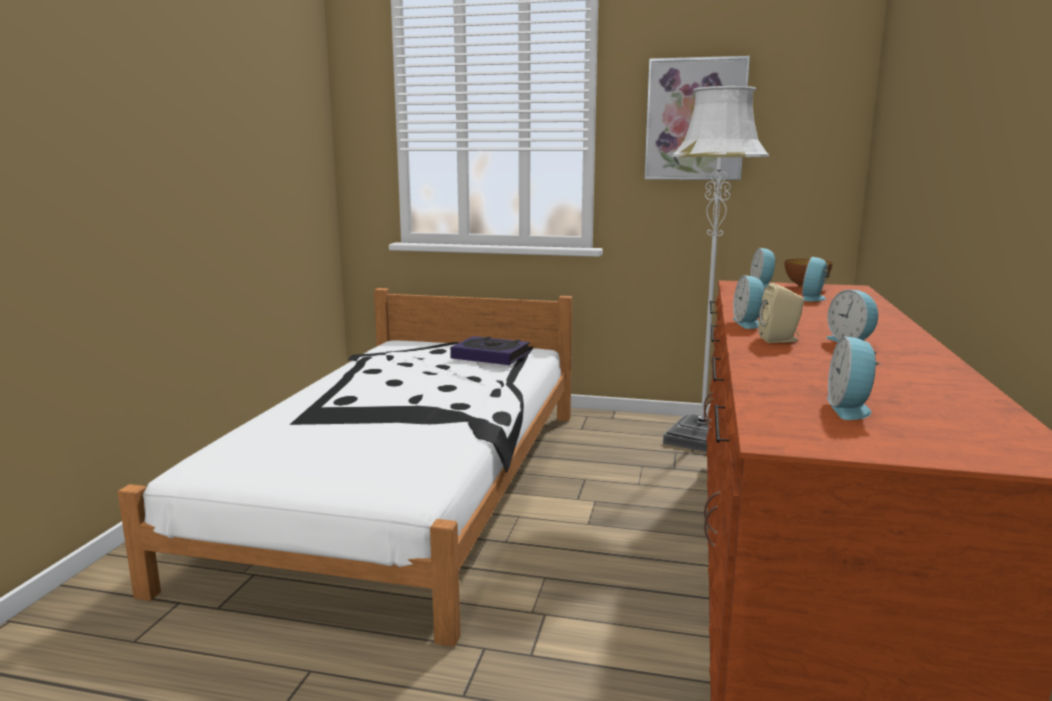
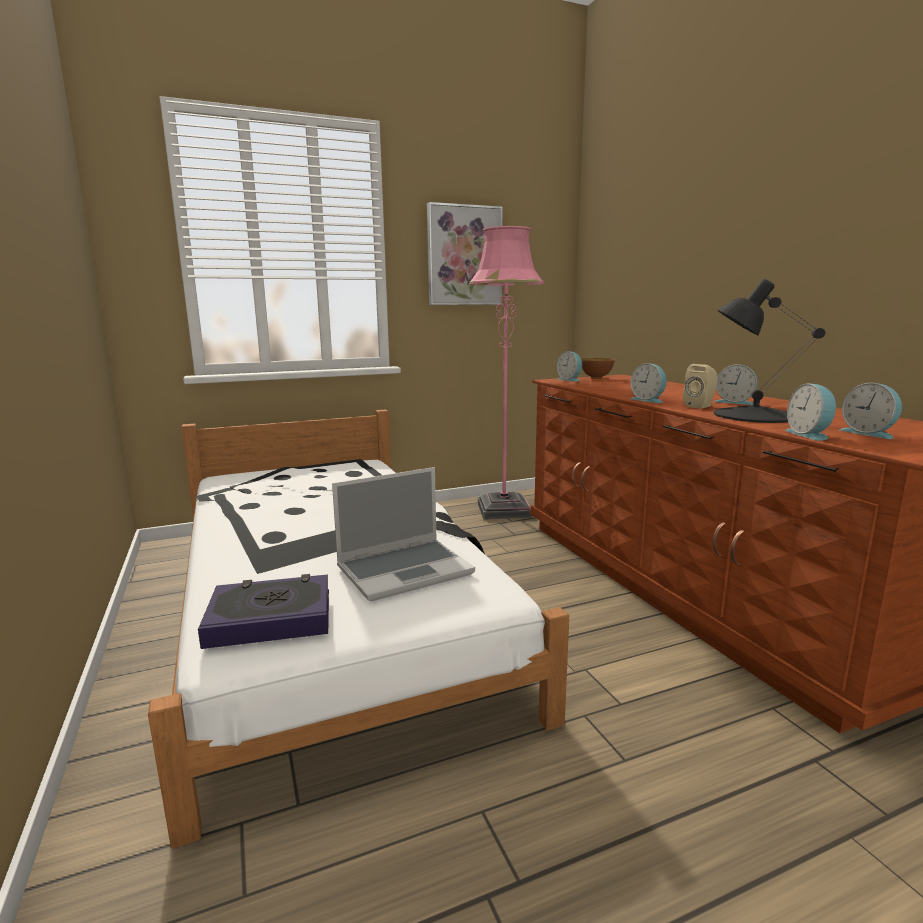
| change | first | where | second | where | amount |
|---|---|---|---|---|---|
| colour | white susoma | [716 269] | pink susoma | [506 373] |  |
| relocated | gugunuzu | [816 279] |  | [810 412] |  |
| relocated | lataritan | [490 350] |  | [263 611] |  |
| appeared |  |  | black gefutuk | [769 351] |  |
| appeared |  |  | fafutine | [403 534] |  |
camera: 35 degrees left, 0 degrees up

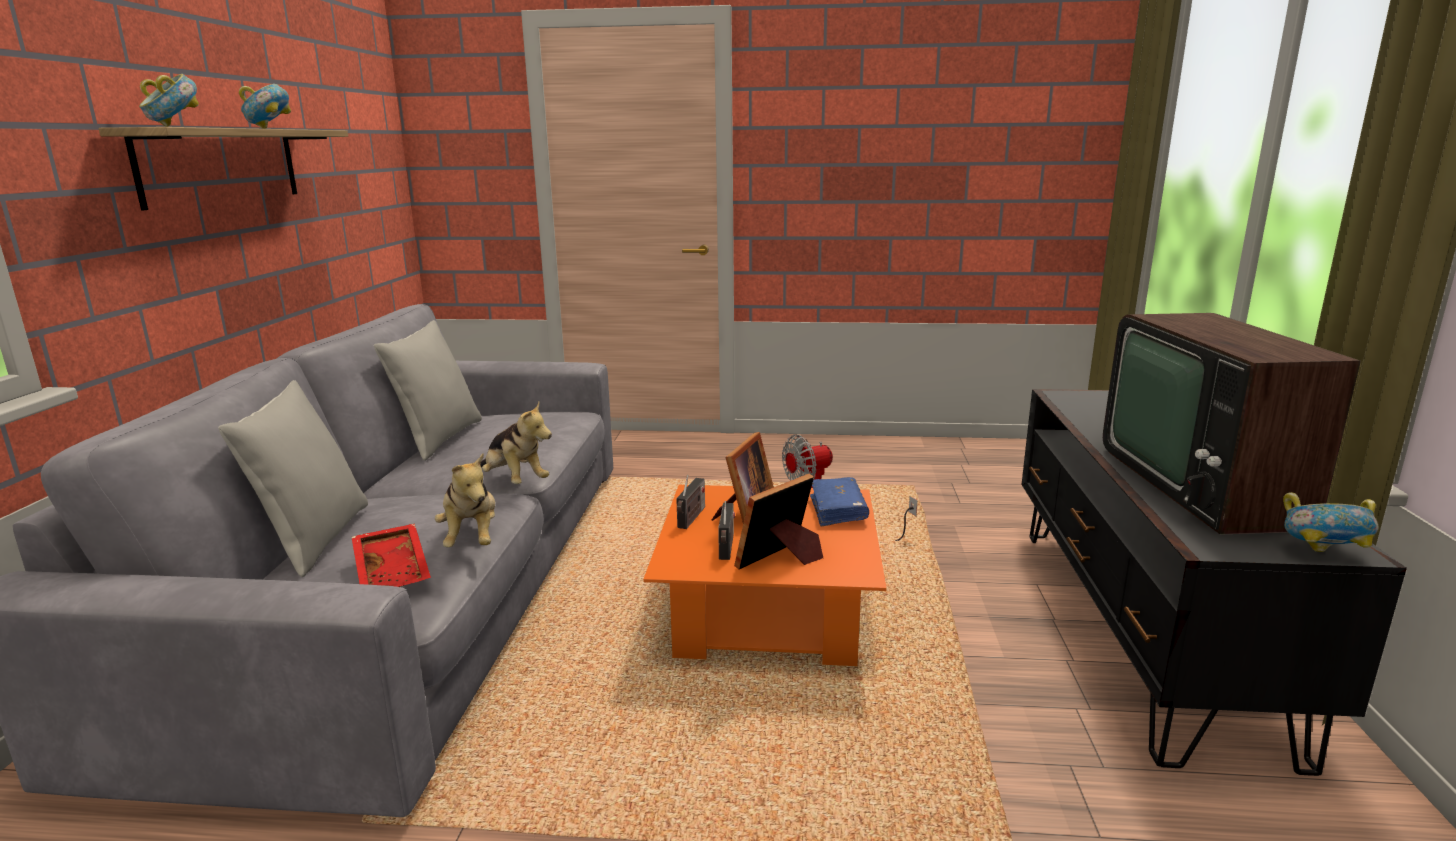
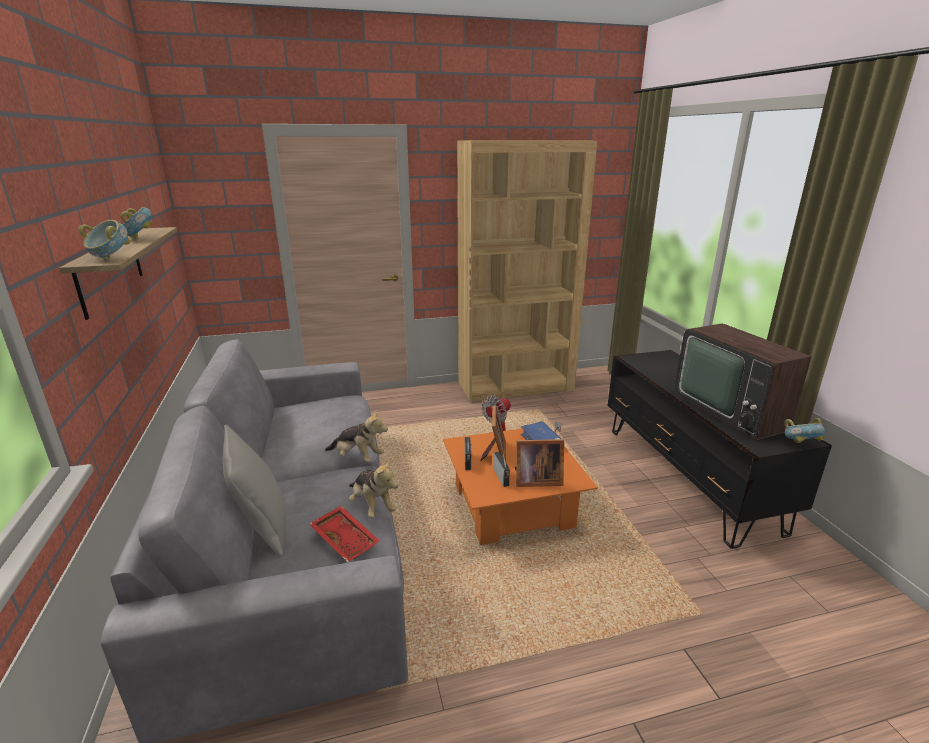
| change | first | where | second | where | amount |
|---|---|---|---|---|---|
| missing | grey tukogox | [428 390] |  |  |  |
| spun | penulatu | [778 522] |  | [539 463] | 120 degrees counterclockwise |
| appeared |  |  | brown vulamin | [527 271] |  |
camera: 20 degrees left, 5 degrees up

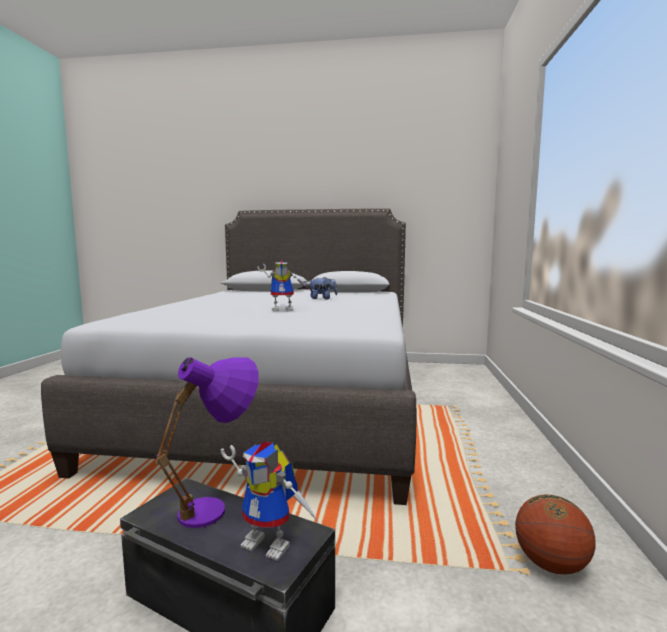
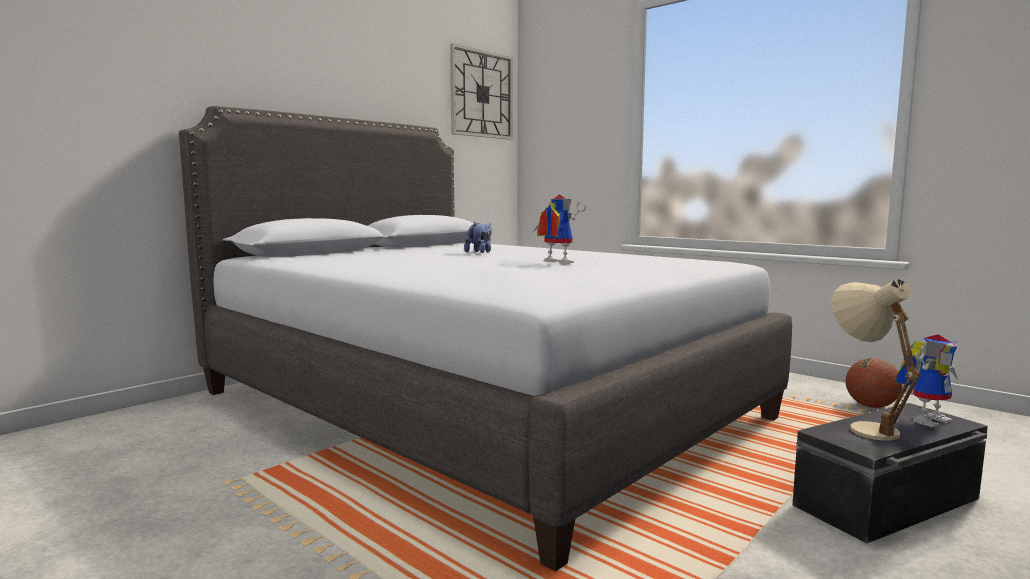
| change | first | where | second | where | amount |
|---|---|---|---|---|---|
| spun | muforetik | [283 286] |  | [558 229] | 75 degrees counterclockwise |
| colour | purple gefutuk | [206 442] | beige gefutuk | [876 360] |  |
| appeared |  |  | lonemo | [481 91] |  |
camera: 55 degrees left, 0 degrees up

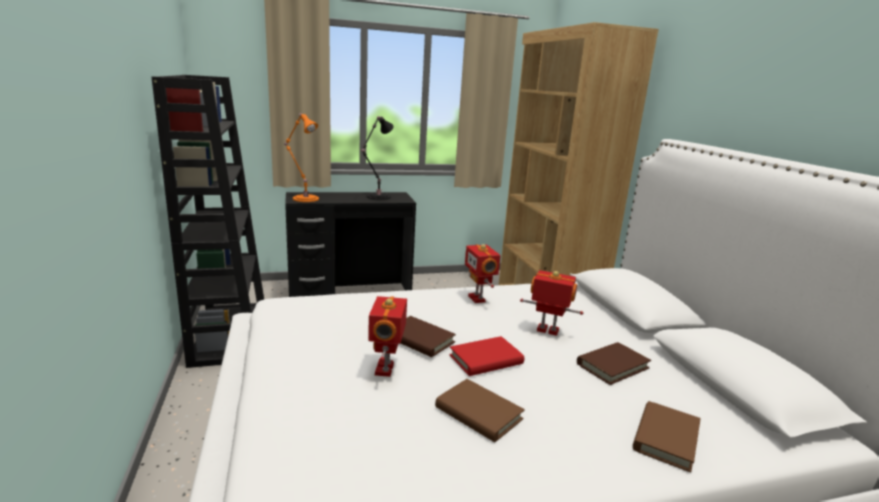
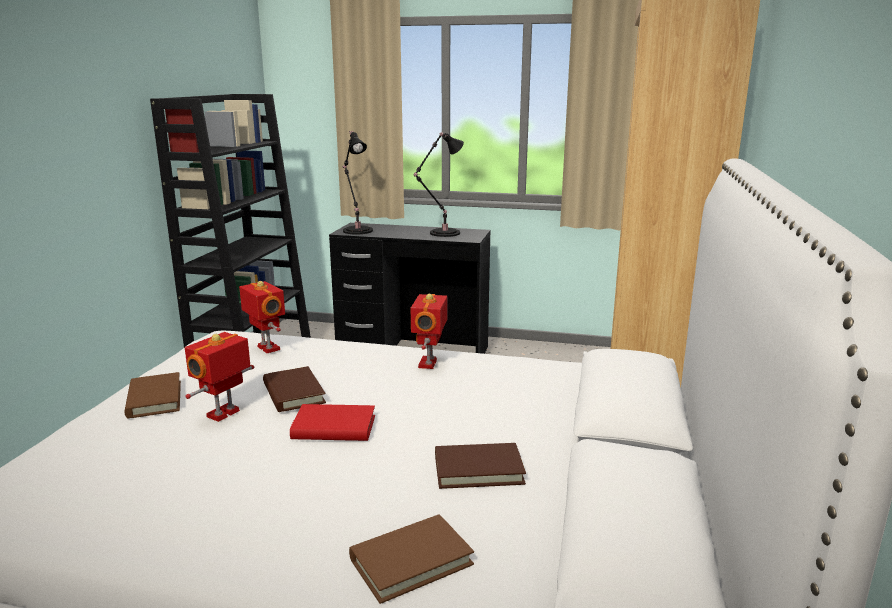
| change | first | where | second | where | amount |
|---|---|---|---|---|---|
| colour | orange gefutuk | [301 157] | black gefutuk | [357 182] |  |
| relocated | muforetik | [551 303] |  | [262 317] |  |
| relocated | brown lataritan | [480 410] |  | [152 395] |  |
camera: 30 degrees right, 0 degrees up

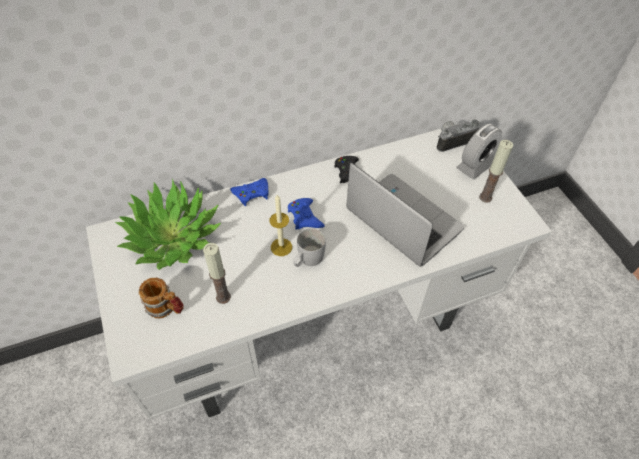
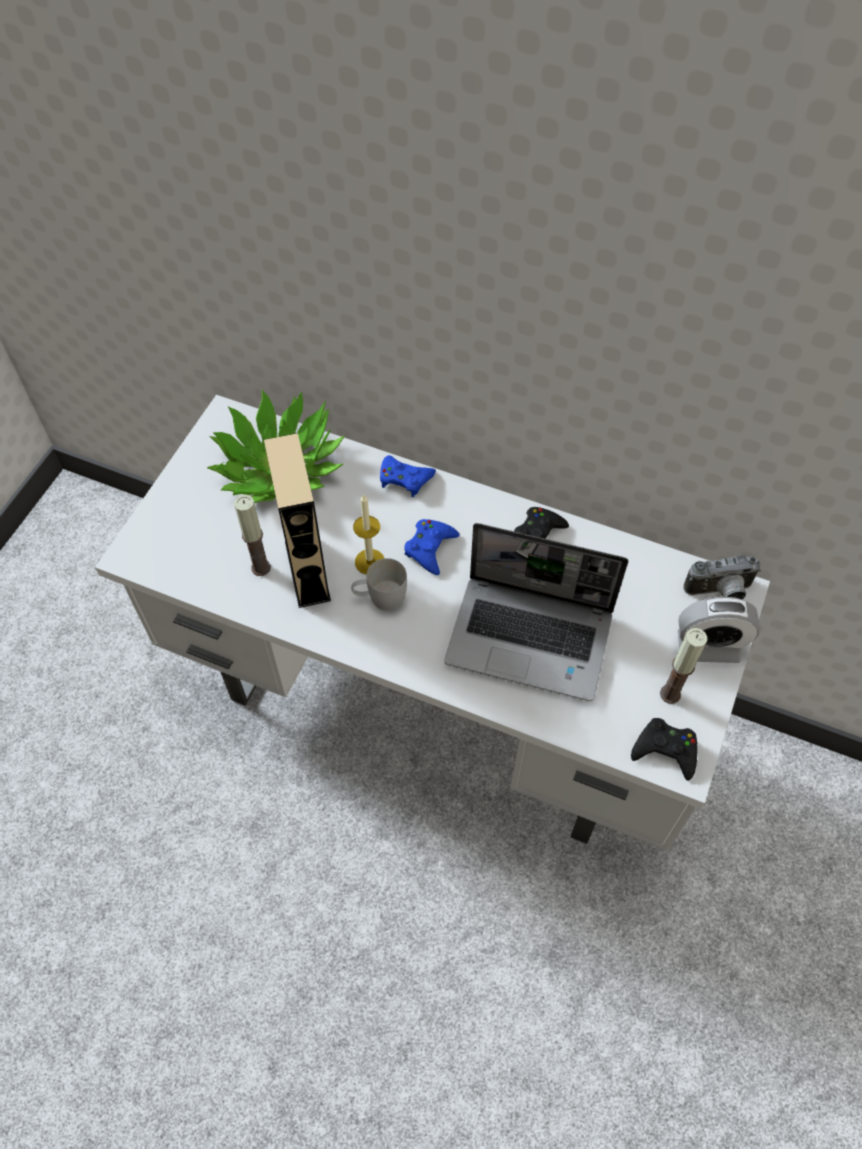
| change | first | where | second | where | amount |
|---|---|---|---|---|---|
| spun | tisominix | [458 136] |  | [722 577] | 150 degrees clockwise |
| spun | fafutine | [405 215] |  | [536 612] | 105 degrees clockwise |
| missing | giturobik | [161 298] |  |  |  |
| appeared |  |  | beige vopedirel | [297 520] |  |
| appeared |  |  | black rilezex | [664 749] |  |
camera: 45 degrees right, 5 degrees up

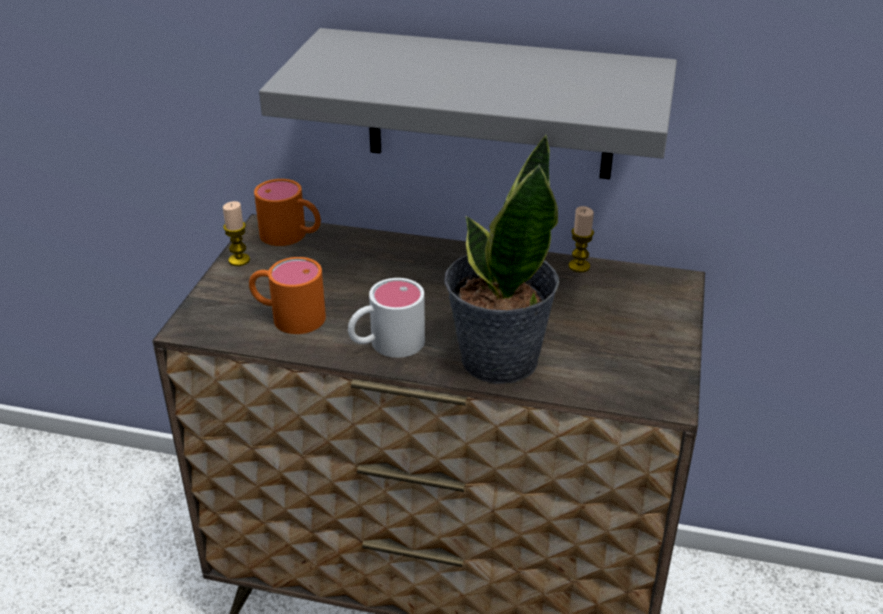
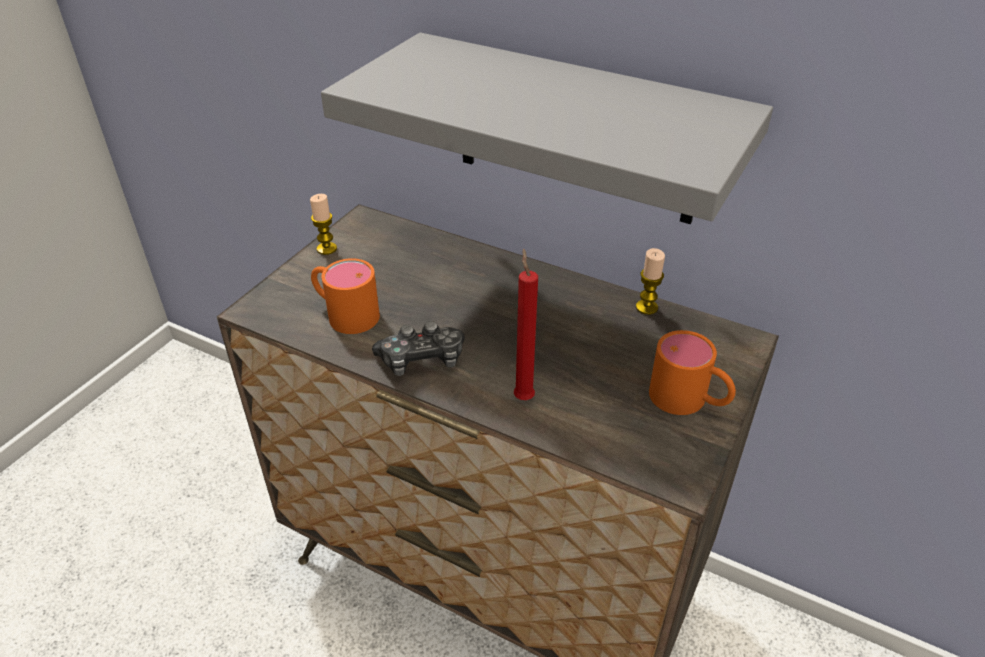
| change | first | where | second | where | amount |
|---|---|---|---|---|---|
| exchanged | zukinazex | [501 259] | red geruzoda | [526 324] |  |
| relocated | orange giturobik | [287 212] |  | [692 372] |  |
| exchanged | white giturobik | [386 318] | rilezex | [418 348] |  |
camera: 15 degrees right, 5 degrees up

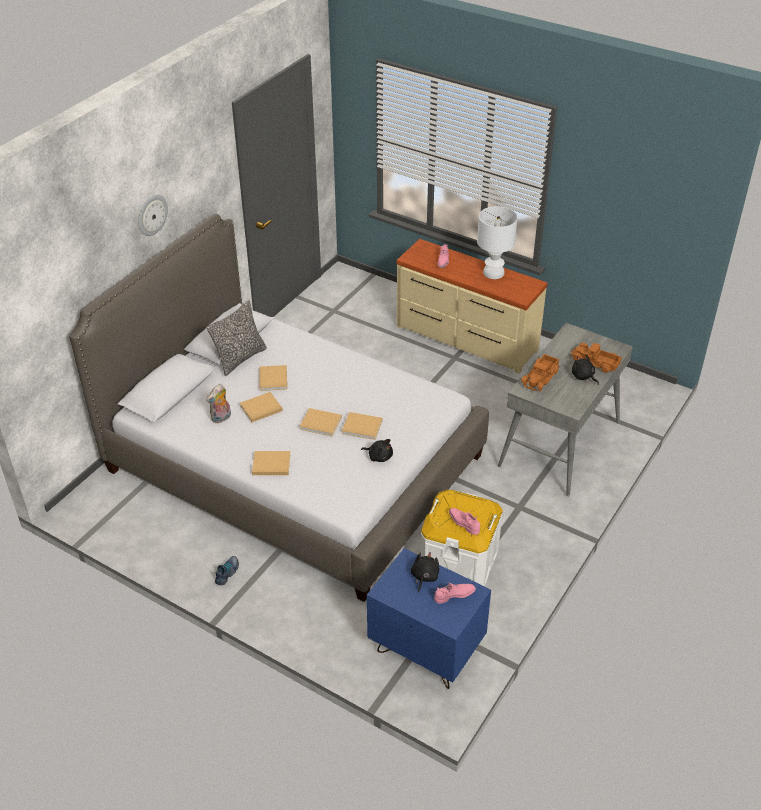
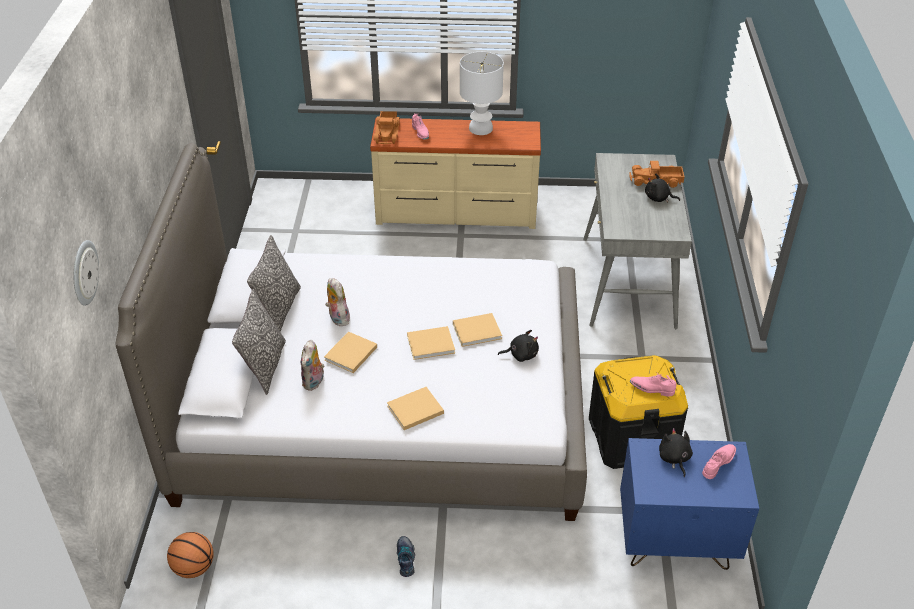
| change | first | where | second | where | amount |
|---|---|---|---|---|---|
| relocated | lonemo | [153 215] |  | [86 273] |  |
| relocated | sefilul | [540 372] |  | [387 127] |  |
| exchanged | beige lataritan | [273 378] | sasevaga | [337 302] |  |
| colour | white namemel | [461 538] | black namemel | [638 412] |  |
| appeared |  |  | tukogox | [259 342] |  |
| appeared |  |  | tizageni | [190 555] |  |
camera: 30 degrees left, 0 degrees up

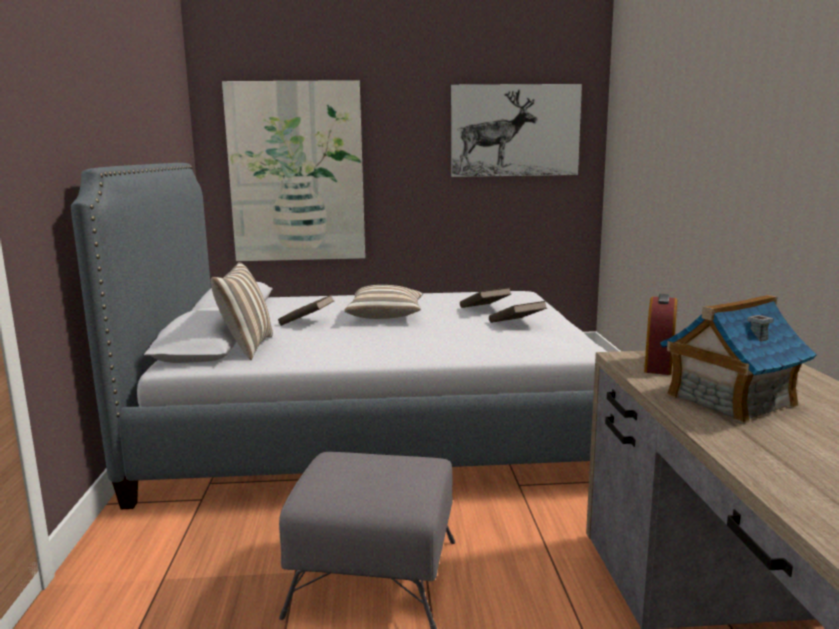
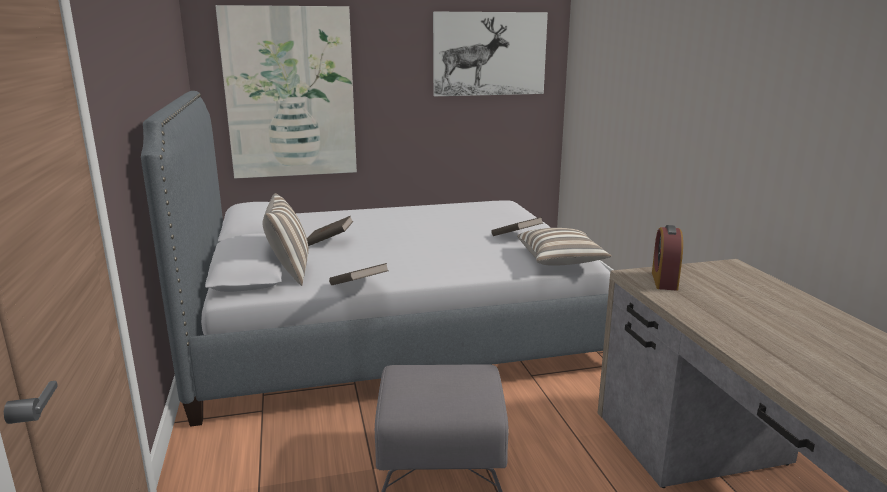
| change | first | where | second | where | amount |
|---|---|---|---|---|---|
| relocated | tukogox | [383 302] |  | [564 247] |  |
| relocated | brown lataritan | [485 298] |  | [359 274] |  |
| missing | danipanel | [738 359] |  |  |  |
camera: 10 degrees left, 5 degrees up

